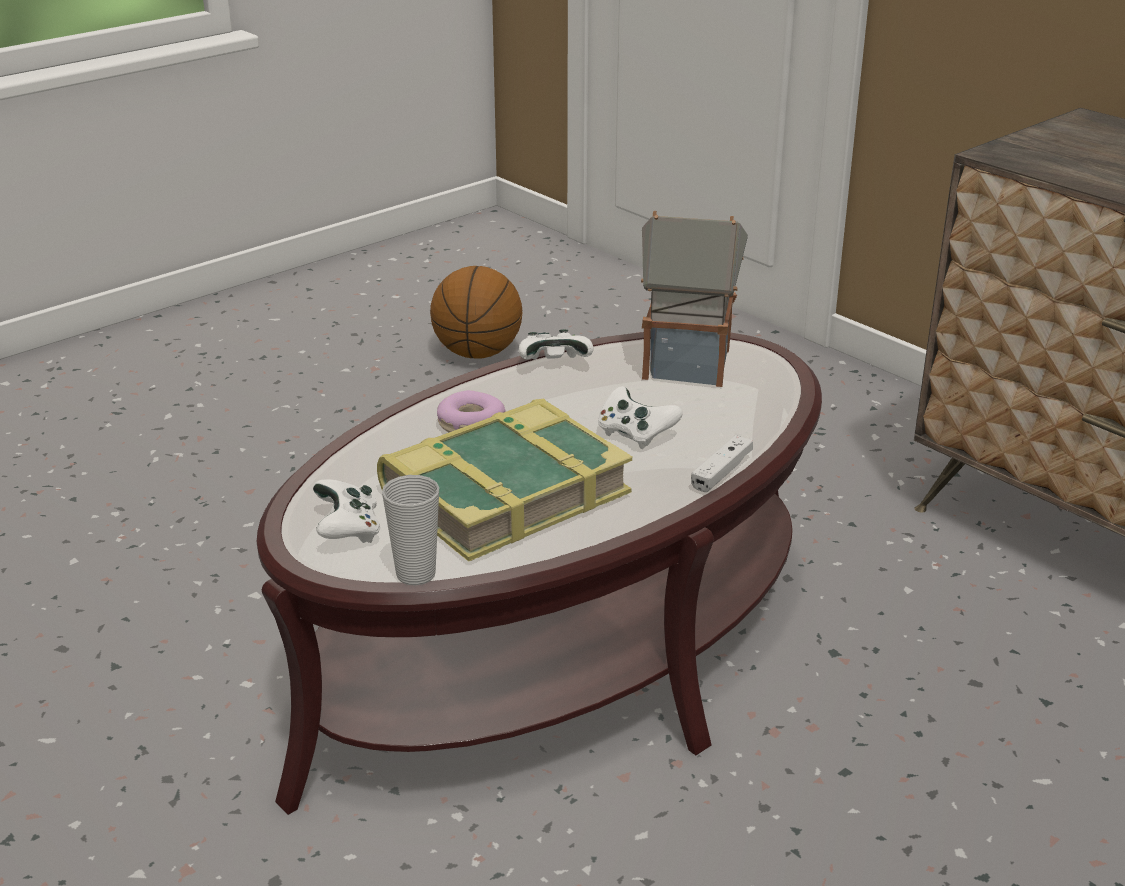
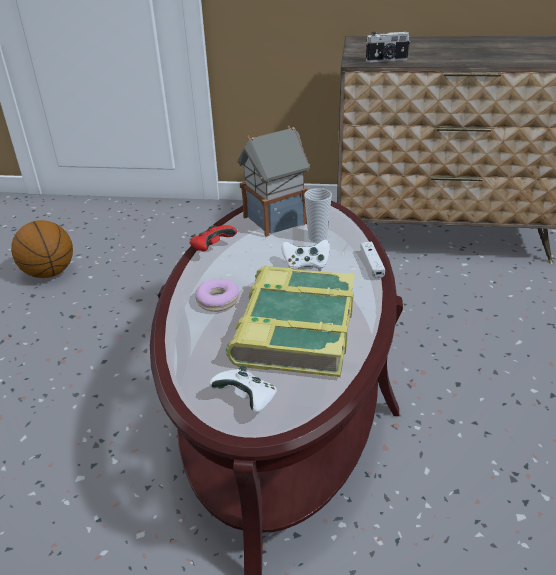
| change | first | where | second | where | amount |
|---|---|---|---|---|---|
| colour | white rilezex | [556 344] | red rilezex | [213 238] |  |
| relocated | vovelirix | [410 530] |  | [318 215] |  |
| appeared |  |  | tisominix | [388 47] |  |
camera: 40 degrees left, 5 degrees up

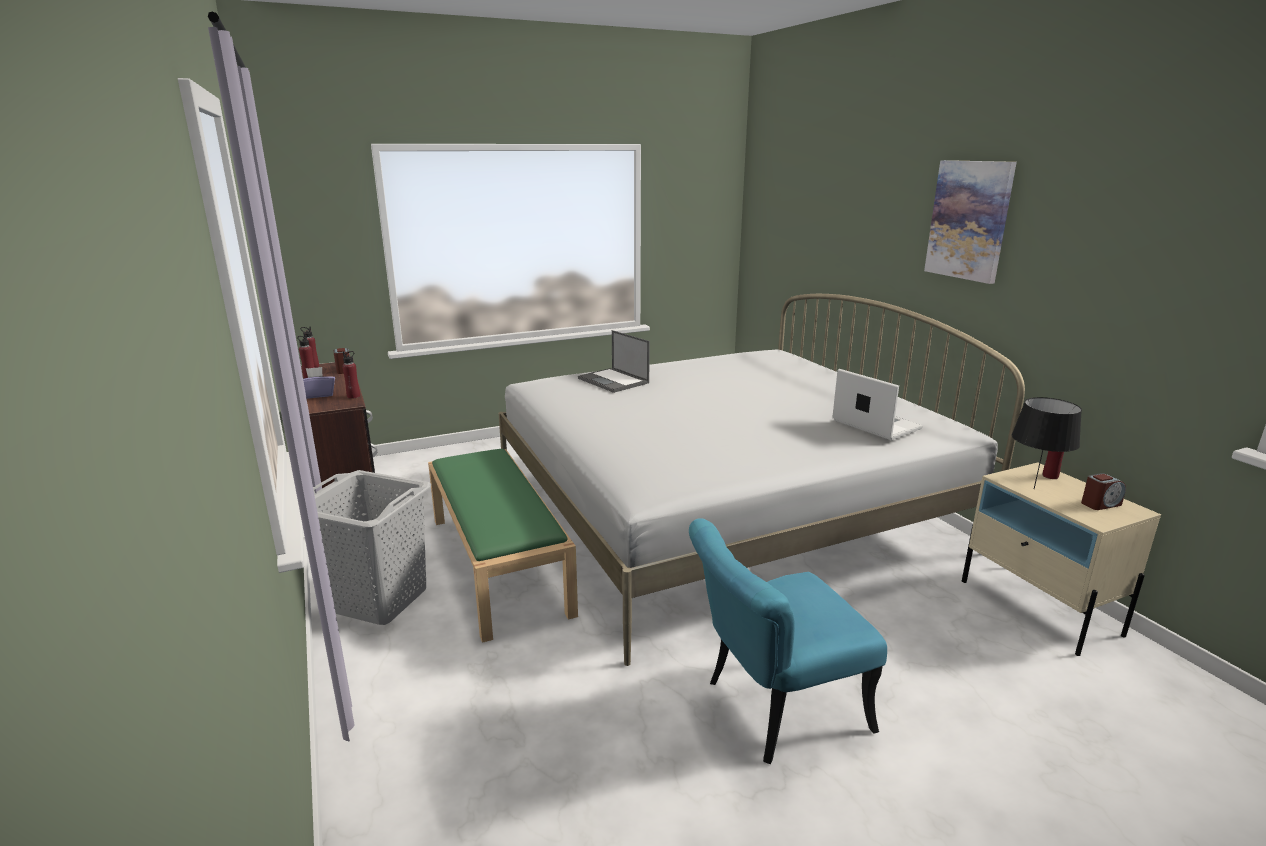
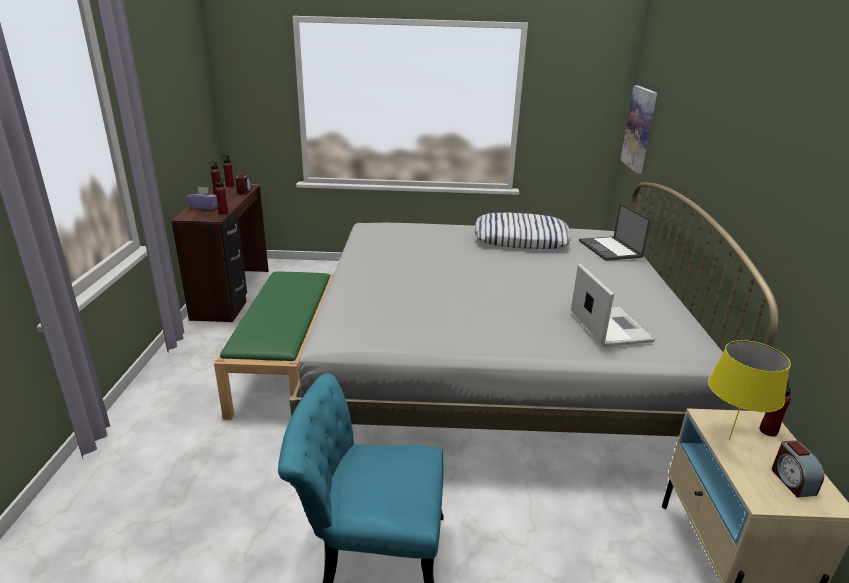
| change | first | where | second | where | amount |
|---|---|---|---|---|---|
| relocated | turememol | [970 222] |  | [639 129] |  |
| relocated | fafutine | [614 361] |  | [615 232] |  |
| colour | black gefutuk | [1047 443] | yellow gefutuk | [749 390] |  |
| missing | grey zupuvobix | [372 547] |  |  |  |
| spun | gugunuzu | [1103 491] |  | [798 468] | 75 degrees clockwise |
| appeared |  |  | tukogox | [523 231] |  |
camera: 25 degrees right, 5 degrees up

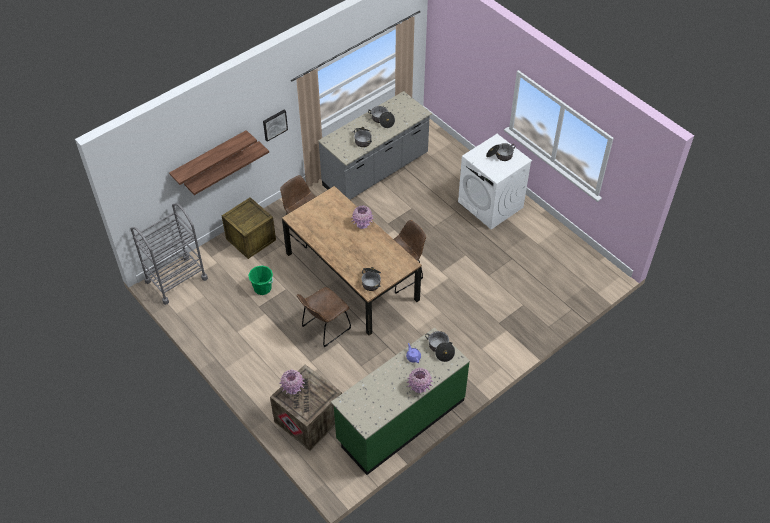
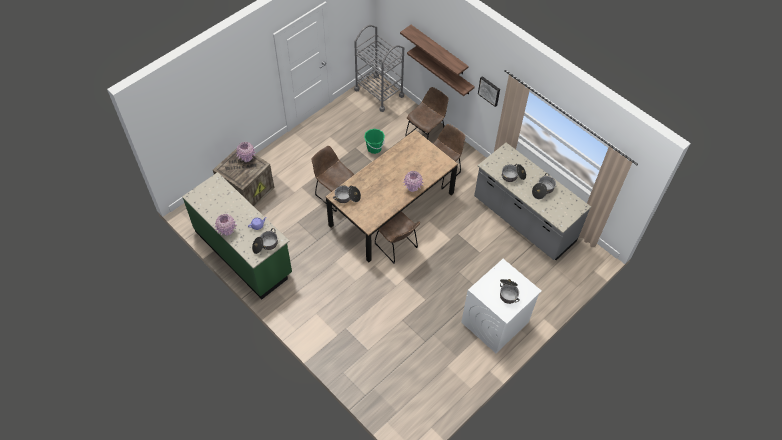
| change | first | where | second | where | amount |
|---|---|---|---|---|---|
| exchanged | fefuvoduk | [249 228] | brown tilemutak | [427 113] |  |
camera: 85 degrees right, 5 degrees up

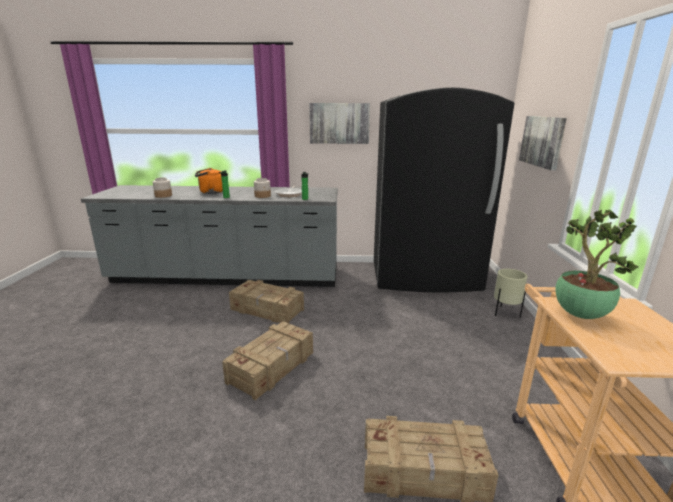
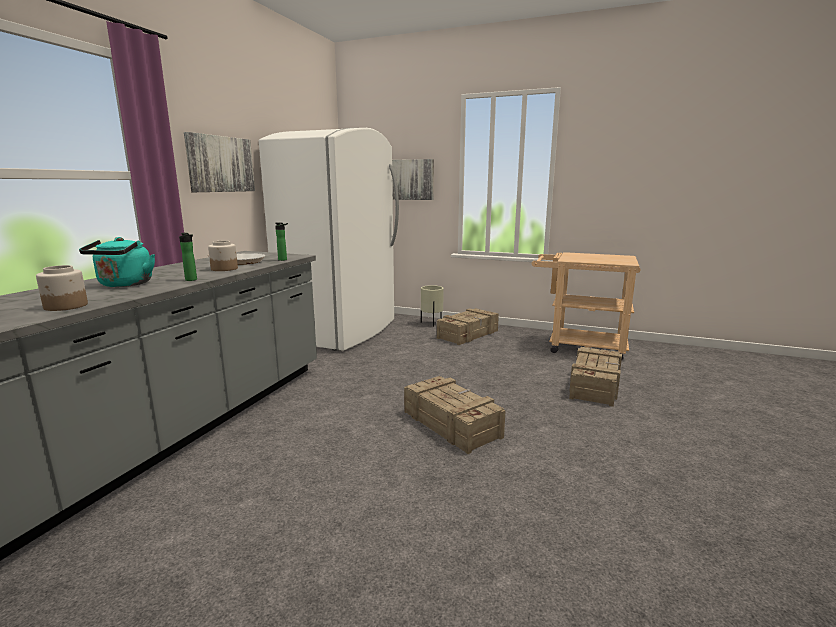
| change | first | where | second | where | amount |
|---|---|---|---|---|---|
| colour | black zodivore | [444 190] | white zodivore | [329 239] |  |
| colour | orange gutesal | [209 181] | turquoise gutesal | [117 262] |  |
| missing | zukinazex | [596 264] |  |  |  |
| relocated | fefuvoduk | [266 301] |  | [468 326] |  |
camera: 70 degrees left, 5 degrees down

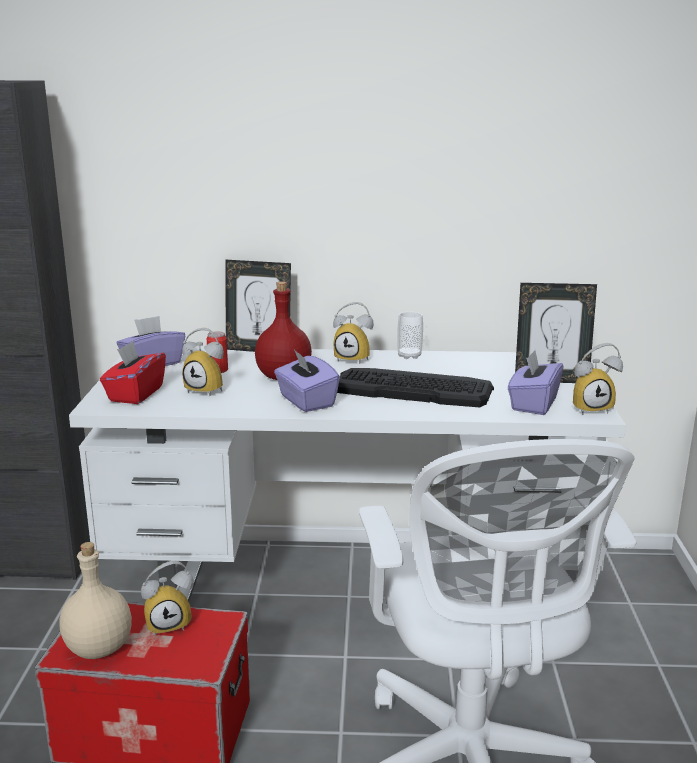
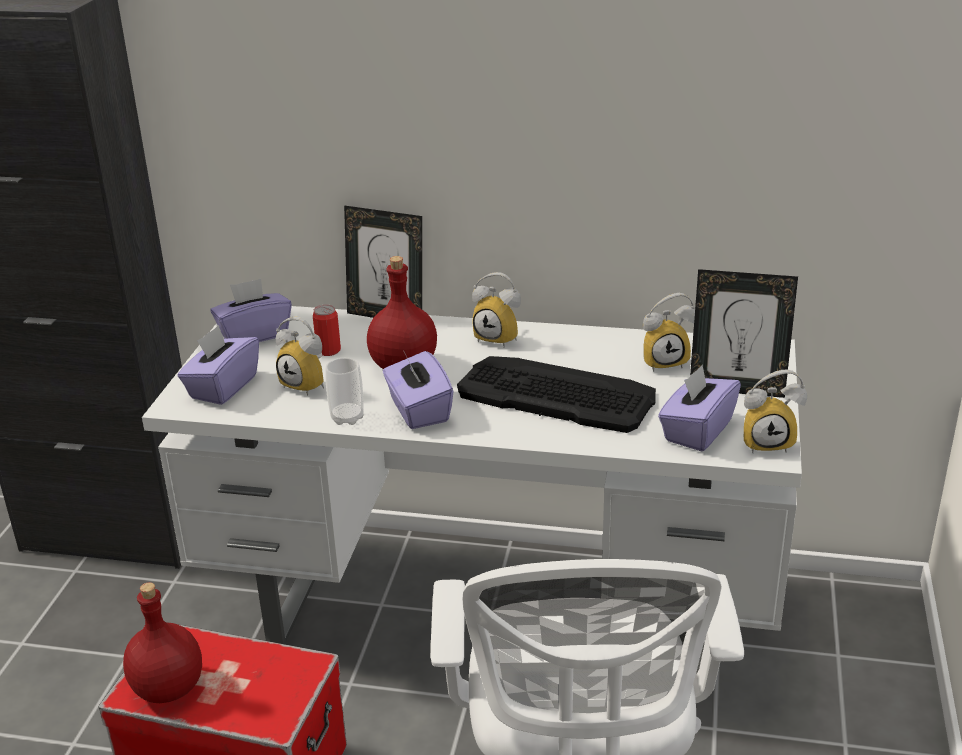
| change | first | where | second | where | amount |
|---|---|---|---|---|---|
| relocated | vovelirix | [410 335] |  | [344 391] |  |
| colour | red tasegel | [133 372] | purple tasegel | [218 365] |  |
| colour | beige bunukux | [95 600] | red bunukux | [162 642] |  |
| relocated | gugunuzu | [167 598] |  | [669 332] |  |
camera: 10 degrees right, 10 degrees up

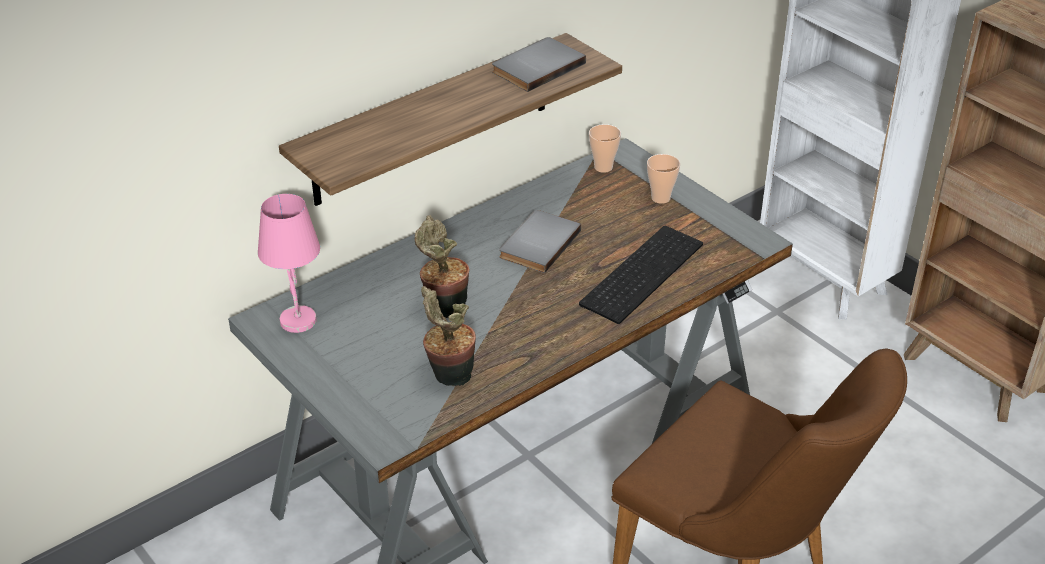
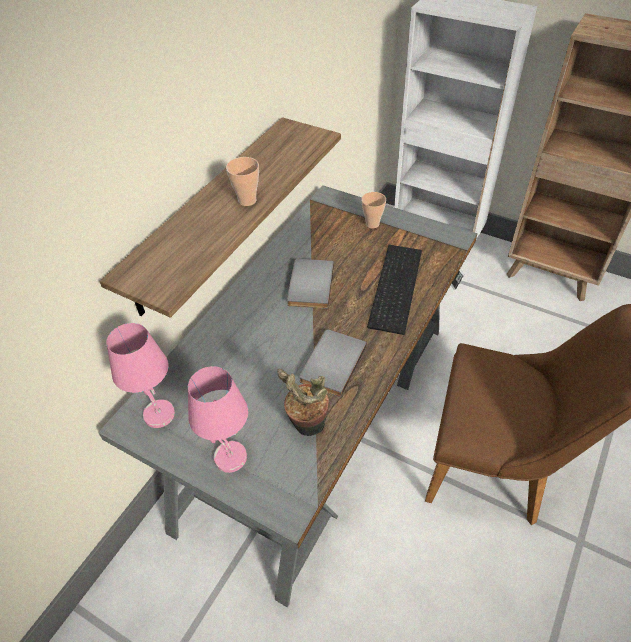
| change | first | where | second | where | amount |
|---|---|---|---|---|---|
| relocated | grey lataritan | [539 64] |  | [333 363] |  |
| relocated | vovelirix | [605 148] |  | [242 181] |  |
| missing | zukinazex | [442 266] |  |  |  |
| appeared |  |  | pink gefutuk | [218 419] |  |
camera: 20 degrees left, 10 degrees up

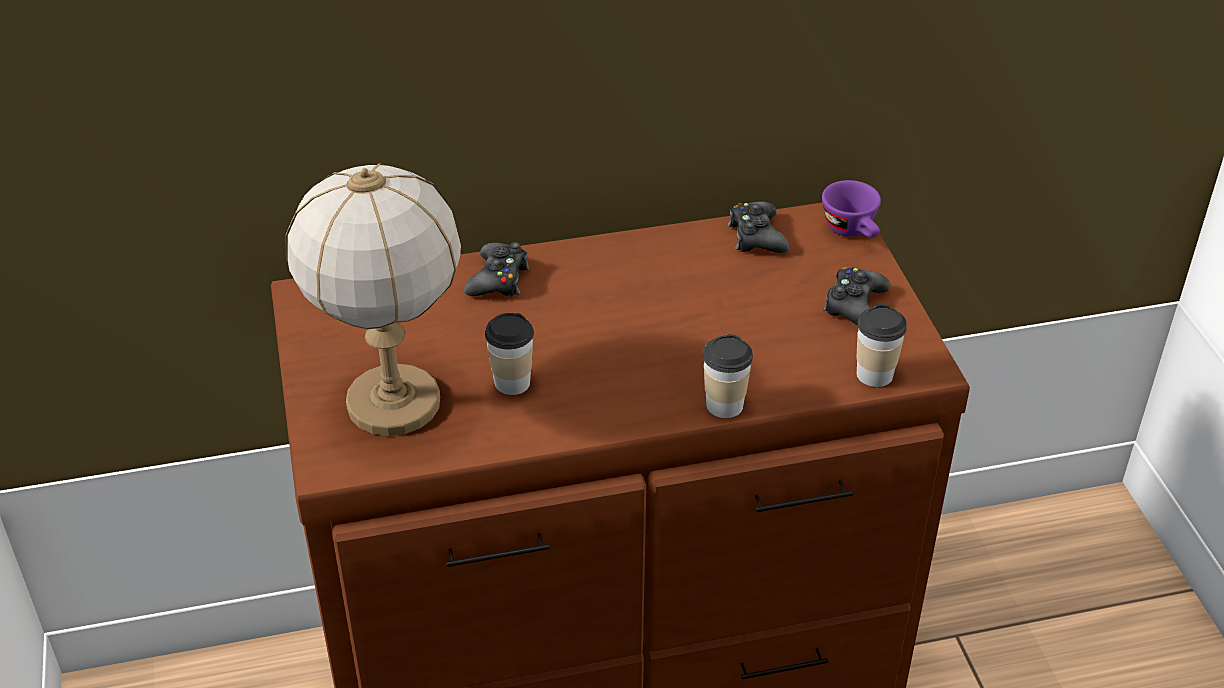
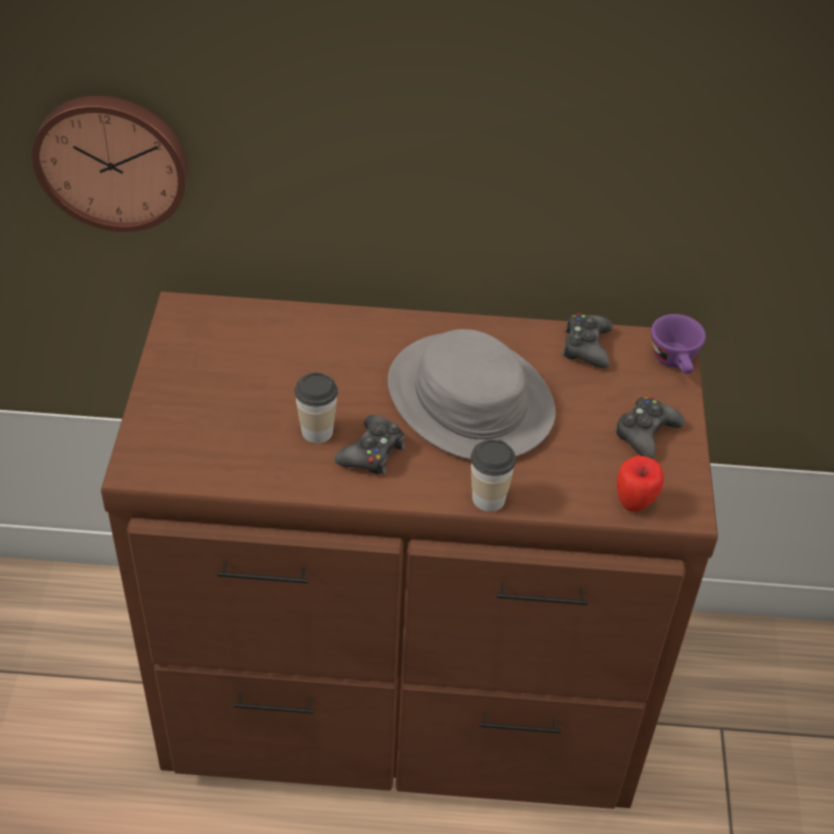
| change | first | where | second | where | amount |
|---|---|---|---|---|---|
| missing | gefutuk | [373 299] |  |  |  |
| relocated | black rilezex | [497 269] |  | [370 445] |  |
| exchanged | vovelirix | [882 345] | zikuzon | [640 484] |  |
| appeared |  |  | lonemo | [110 163] |  |
| appeared |  |  | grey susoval | [472 394] |  |
camera: 15 degrees right, 5 degrees up

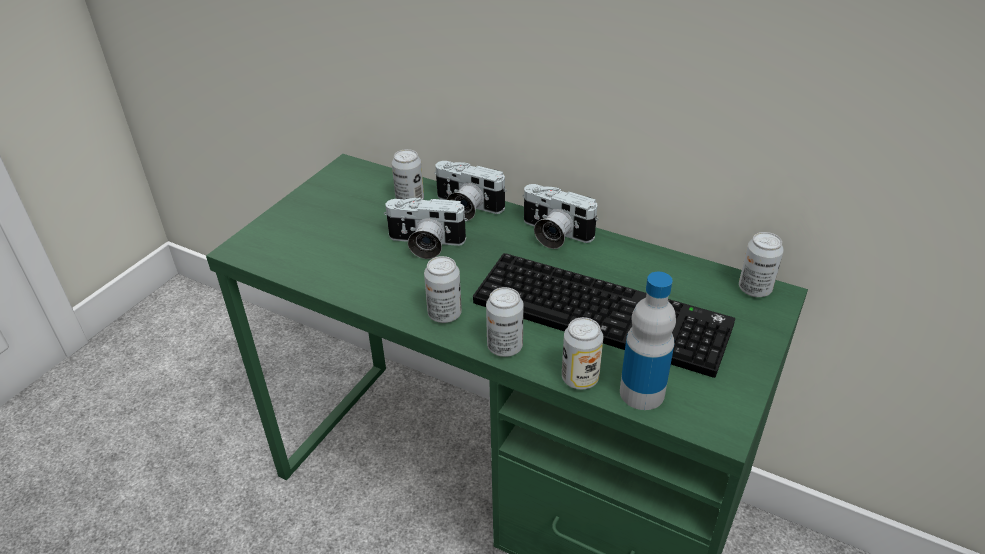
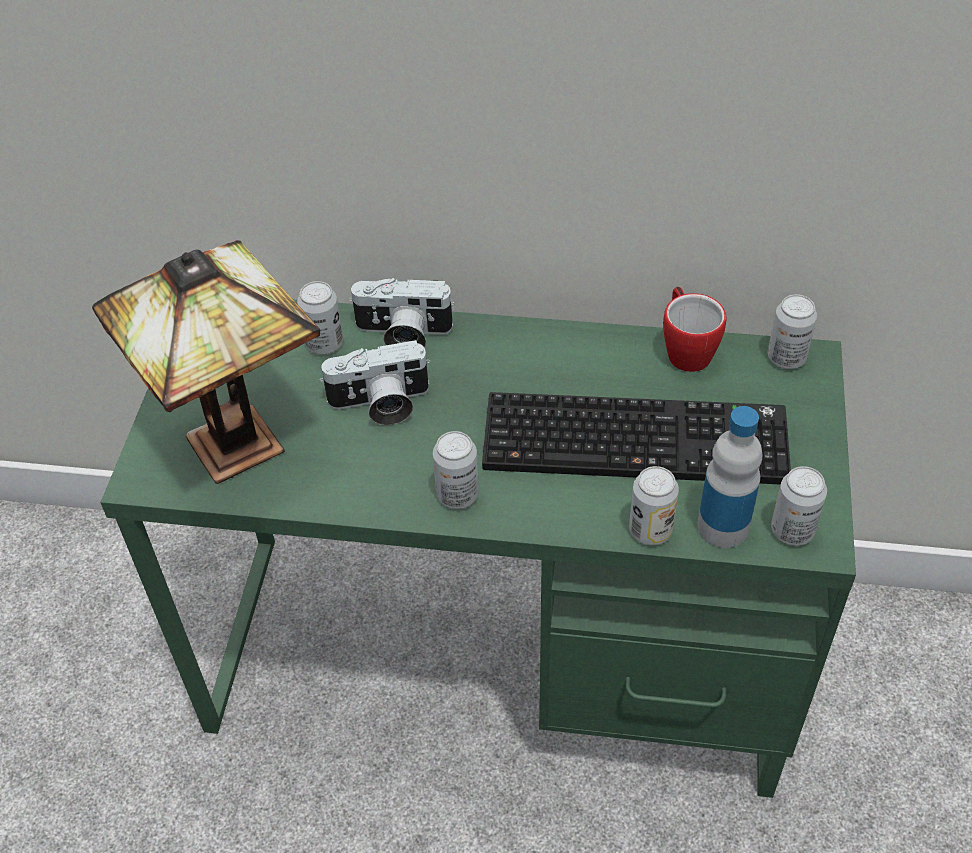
| change | first | where | second | where | amount |
|---|---|---|---|---|---|
| missing | tisominix | [560 216] |  |  |  |
| relocated | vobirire | [505 322] |  | [799 506] |  |
| appeared |  |  | gefutuk | [206 362] |  |
| appeared |  |  | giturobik | [695 329] |  |
camera: 20 degrees left, 10 degrees up

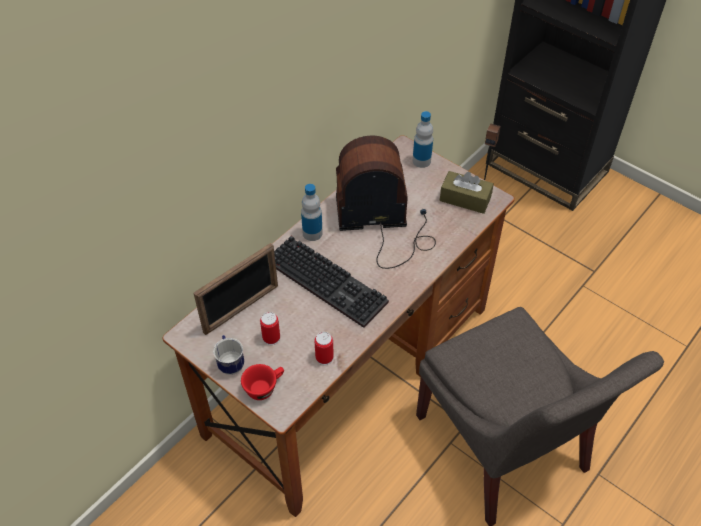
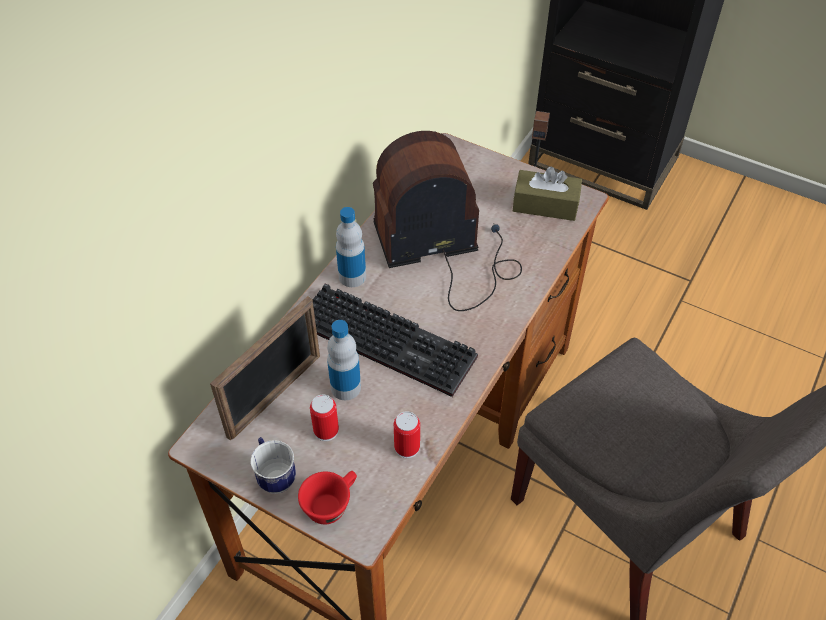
| change | first | where | second | where | amount |
|---|---|---|---|---|---|
| relocated | bunukux | [423 139] |  | [344 360] |  |
camera: 10 degrees left, 0 degrees up

